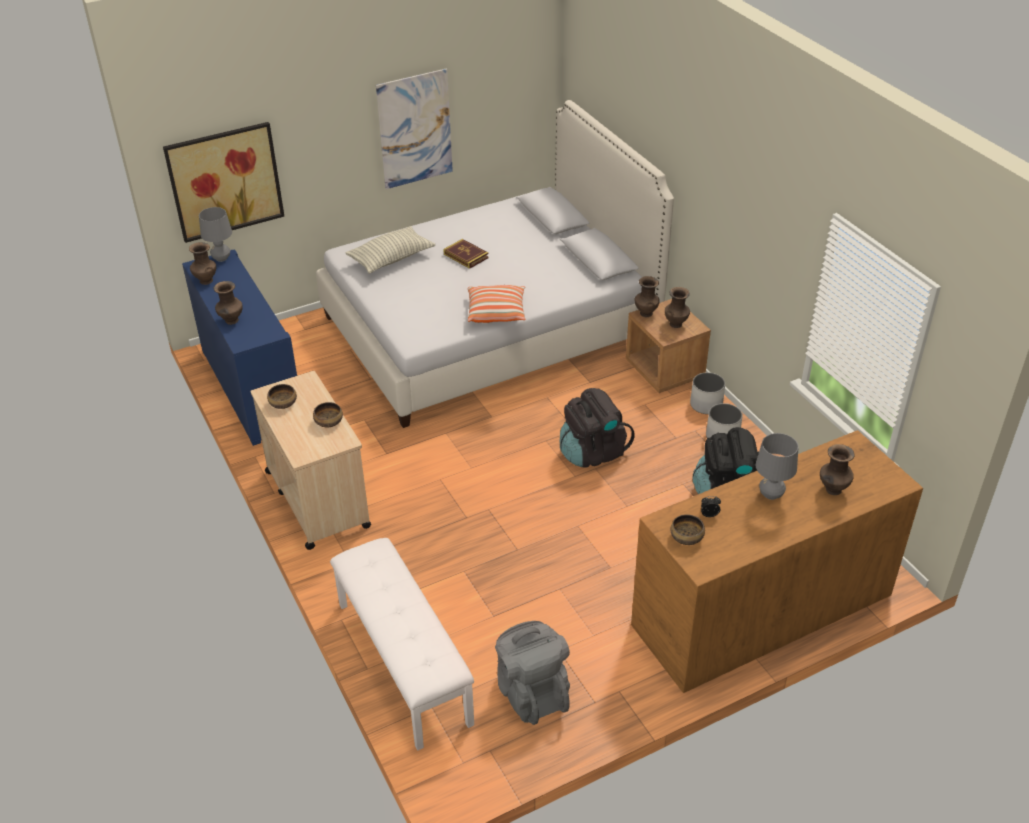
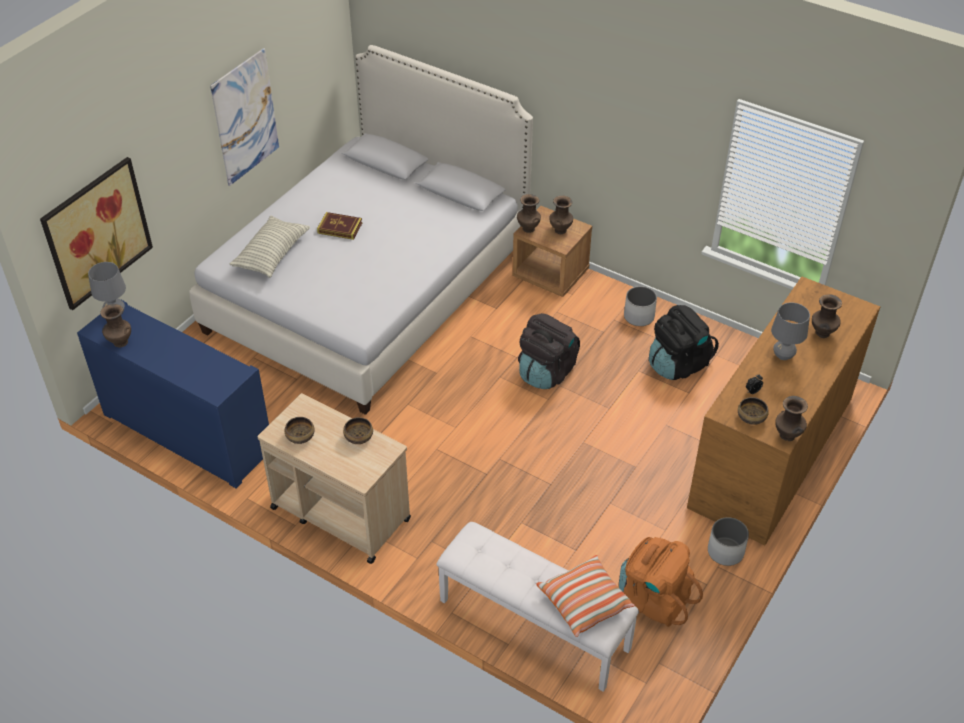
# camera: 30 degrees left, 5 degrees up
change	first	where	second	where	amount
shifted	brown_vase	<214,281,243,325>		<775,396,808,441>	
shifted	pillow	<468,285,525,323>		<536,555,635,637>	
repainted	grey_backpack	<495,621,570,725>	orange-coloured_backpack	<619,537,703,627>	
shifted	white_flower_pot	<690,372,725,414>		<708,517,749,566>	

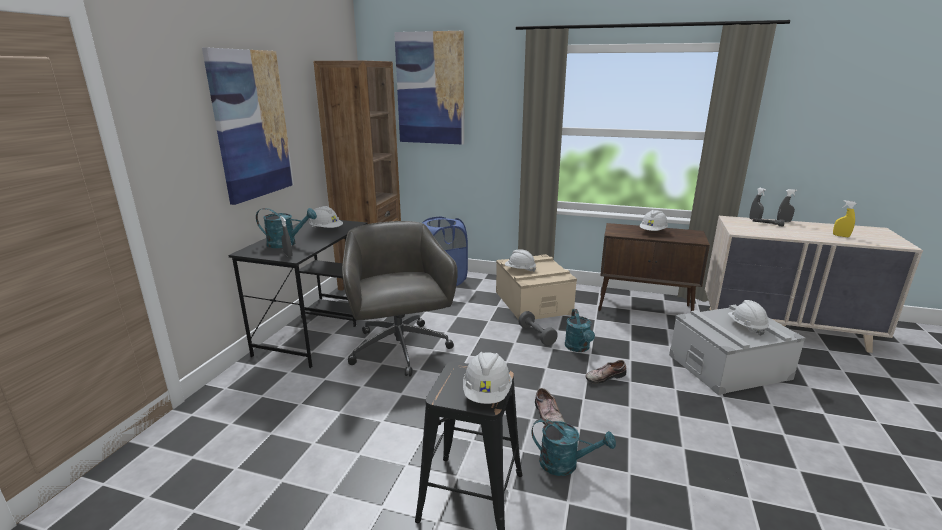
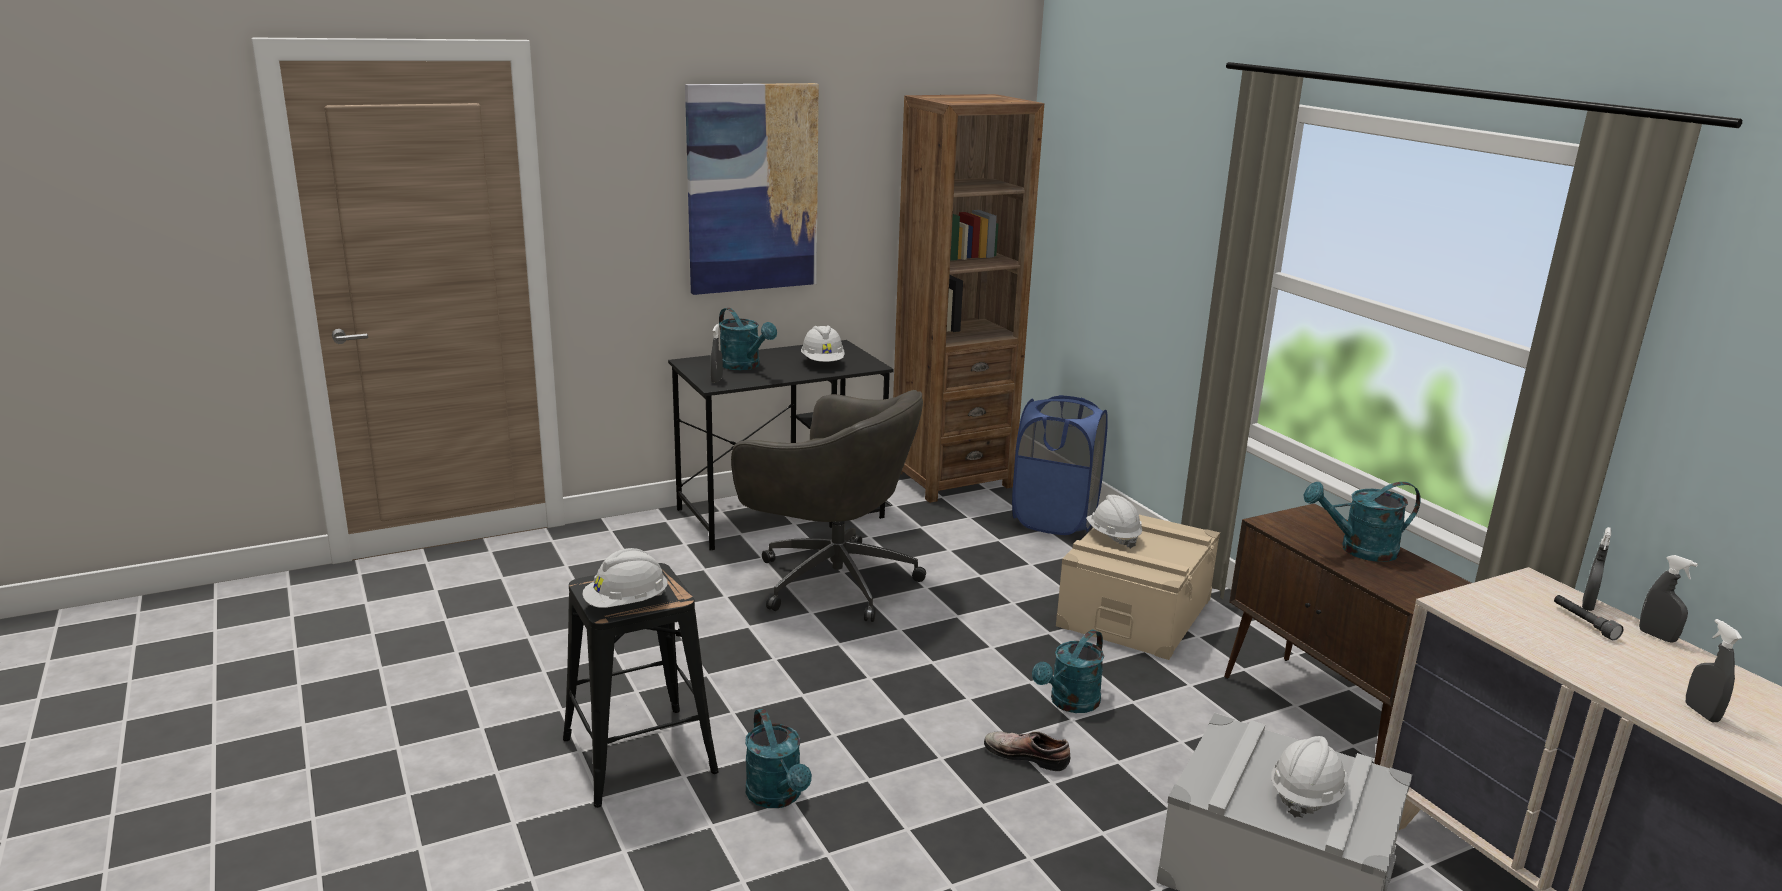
# camera: 45 degrees right, 0 degrees up
change	first	where	second	where	amount
rotated	grey_computer_chair	<342,221,458,376>		<731,390,926,622>	90 degrees clockwise
gone	wall_picture	<394,31,464,144>			
gone	grey_free_weight	<518,311,558,346>			
gone	low_shoe	<535,388,565,425>			
swapped	white_work_helmet	<640,210,668,231>	turquoise_watering_can	<1304,482,1421,562>	
repainted	yellowish_sprayer	<833,200,857,237>	grey_sprayer	<1686,619,1742,722>	

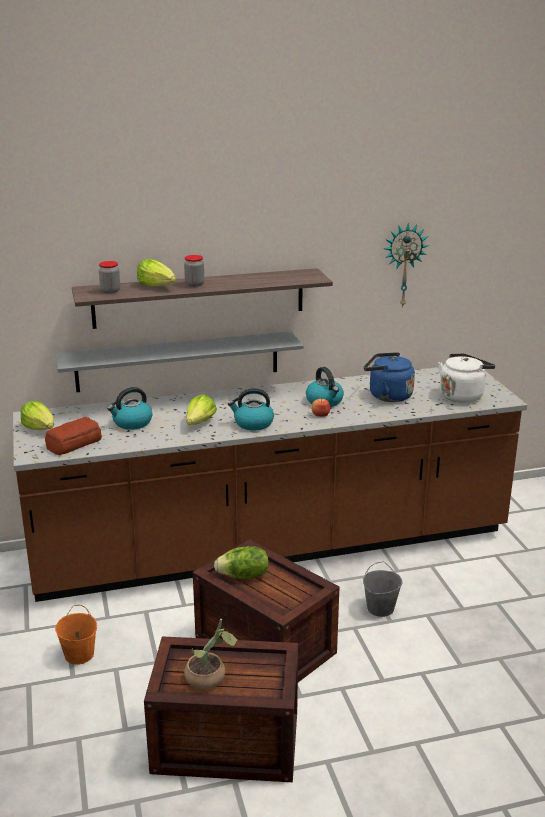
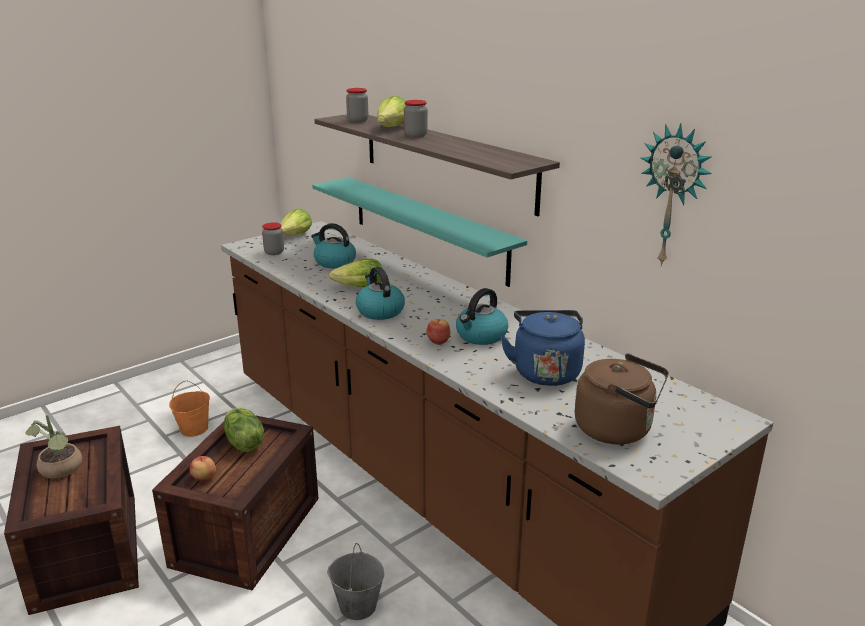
# camera: 65 degrees right, 0 degrees up
change	first	where	second	where	amount
swapped	bakery_bread	<45,417,102,455>	preserve_jar	<262,222,284,255>	
repainted	grey_shelf	<55,331,304,392>	turquoise_shelf	<312,177,527,287>	
repainted	white_water_kettle	<438,353,495,403>	brown_water_kettle	<575,354,669,445>	
new			apple	<190,456,216,481>	

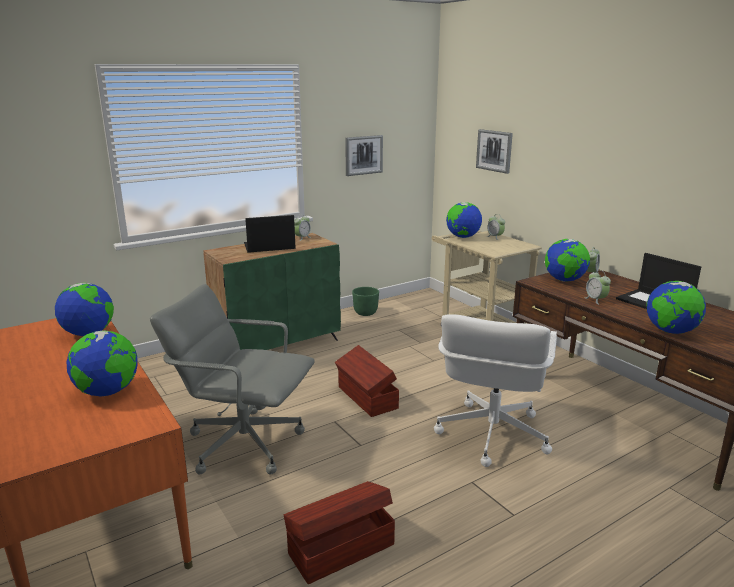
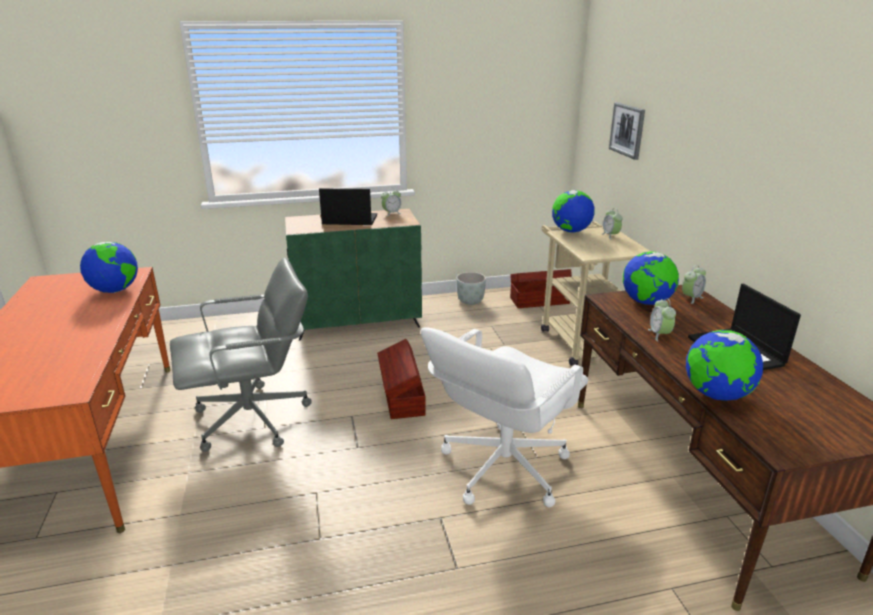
# camera: 20 degrees right, 5 degrees up
change	first	where	second	where	amount
gone	world_globe	<66,330,138,397>			
rotated	grey_computer_chair	<150,284,315,475>		<170,258,312,452>	120 degrees clockwise
shifted	brown_storage_bin	<284,481,395,584>		<510,269,572,308>	
gone	wall_picture	<345,135,383,176>			
repainted	greenish_flower_pot	<352,287,379,316>	grey_flower_pot	<456,272,486,305>	

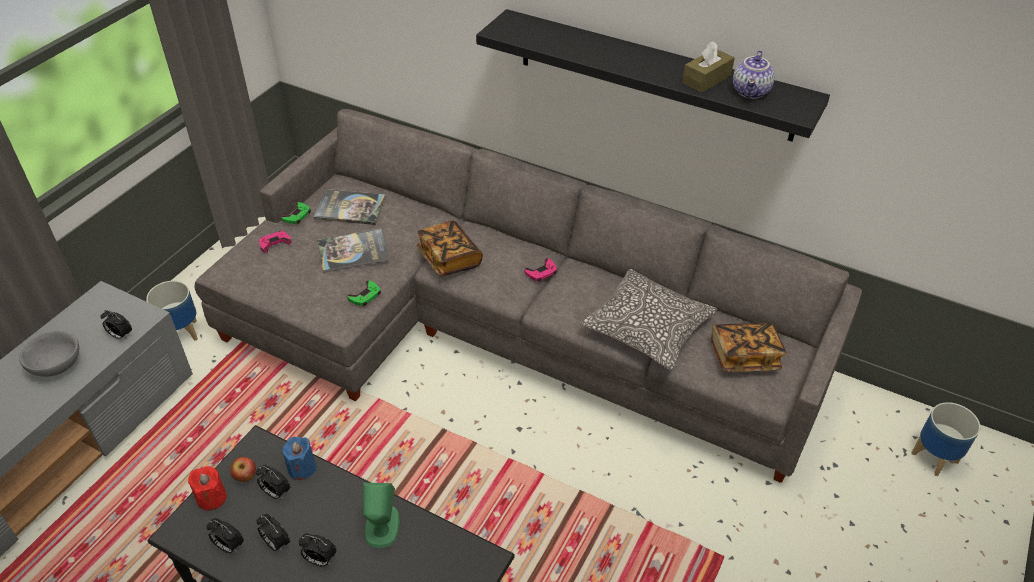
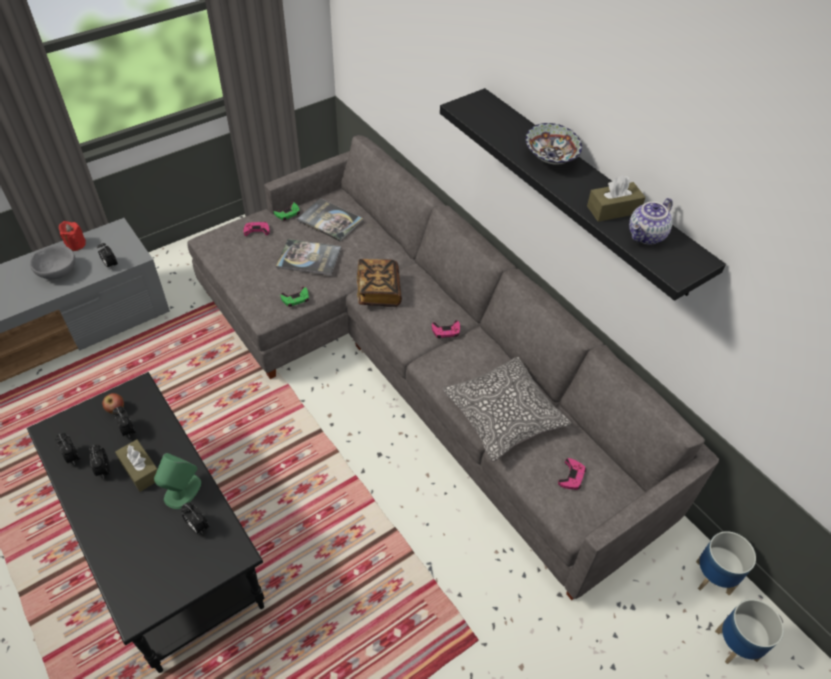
# camera: 25 degrees right, 5 degrees up
change	first	where	second	where	amount
shifted	flower_pot	<146,281,198,341>		<696,531,756,595>	
shifted	reddish_candle	<188,466,227,510>		<59,221,86,251>	
gone	blue-coloured_candle	<282,437,316,480>			
shifted	alarm_clock	<298,533,337,566>		<181,503,210,534>	
swapped	book	<711,322,786,372>	pink_game_controller	<558,458,586,490>	
new			brown_tissue_box	<115,439,157,492>	
new			serving_bowl	<525,123,582,165>	

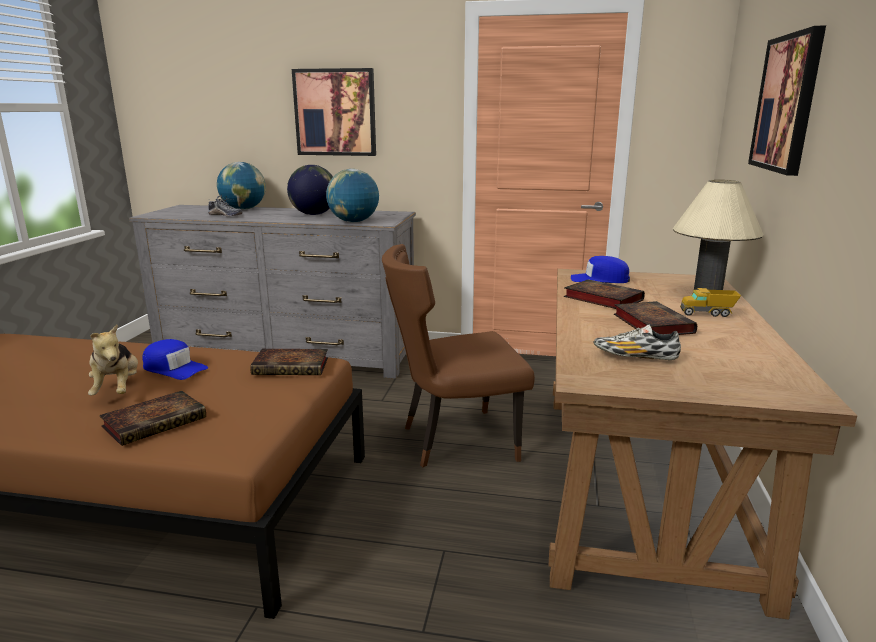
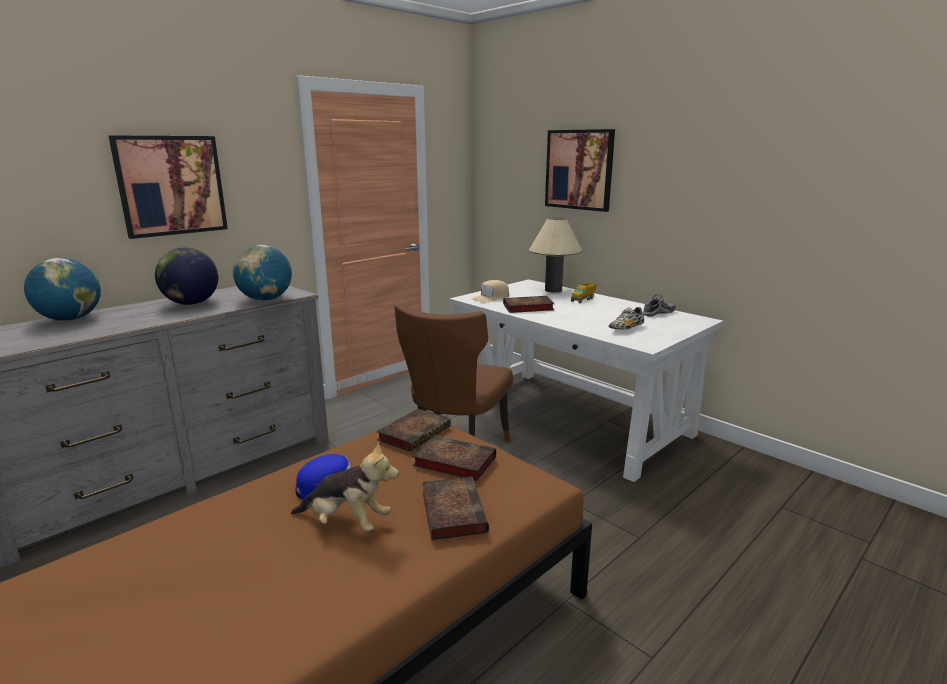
# camera: 55 degrees left, 0 degrees up
change	first	where	second	where	amount
shifted	low_shoe	<208,195,242,216>		<643,294,676,316>	
repainted	brown_desk_unit	<549,269,857,620>	white_desk_unit	<449,279,723,482>	
repainted	blue-coloured_cap	<571,256,630,283>	beige_cap	<471,280,509,303>	
shifted	book	<614,301,697,335>		<412,435,496,481>	

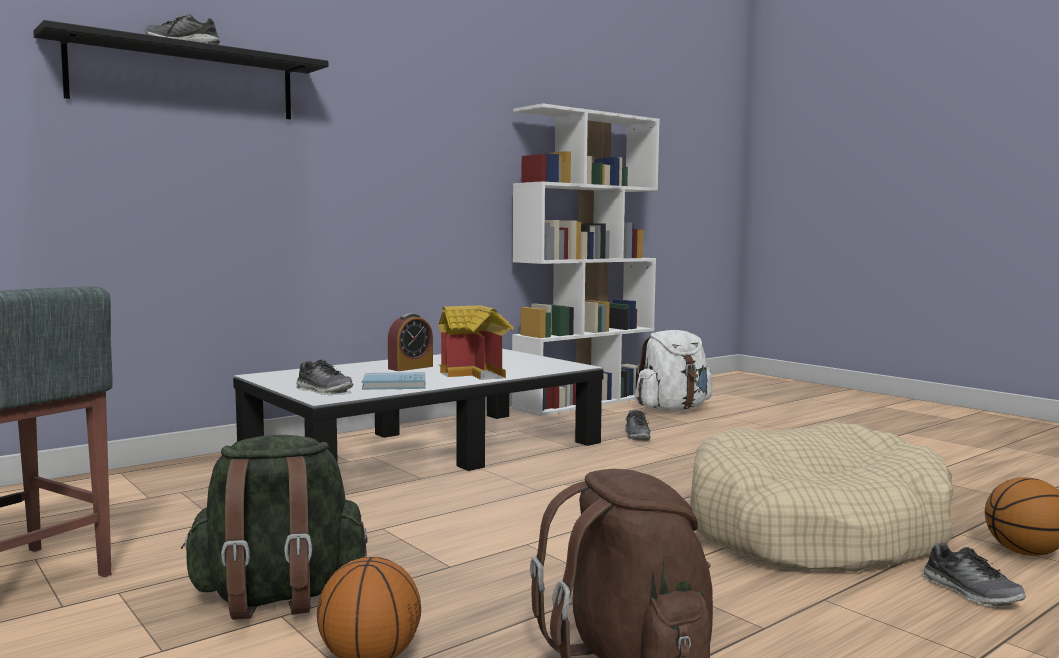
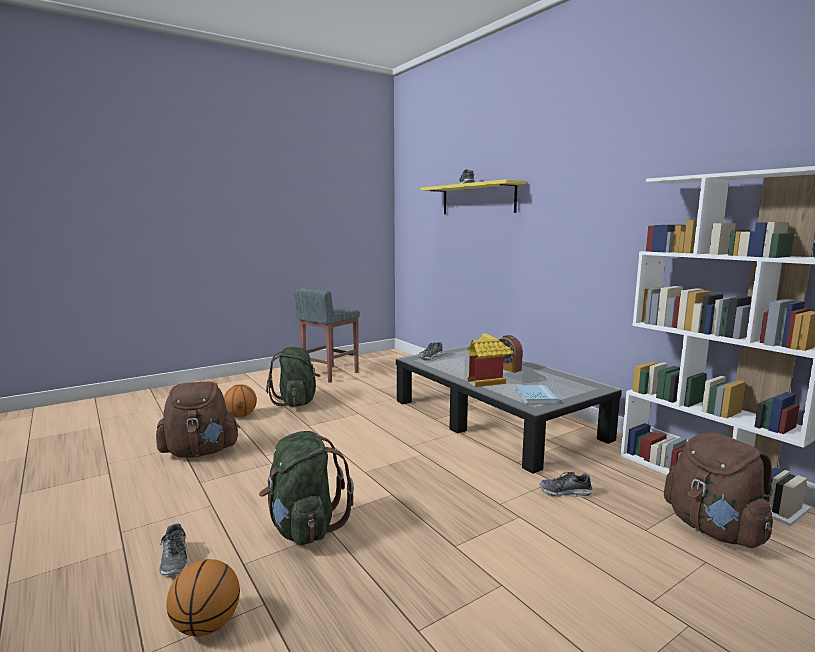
# camera: 95 degrees right, 5 degrees up
change	first	where	second	where	amount
repainted	blackish_shelf	<33,20,328,119>	yellowish_shelf	<421,179,526,214>	
shifted	blue-coloured_book	<362,372,426,390>		<516,385,559,405>	
repainted	white_backpack	<635,330,712,412>	brown_backpack	<664,433,773,548>	
swapped	beige_pet_bed	<690,422,953,572>	greenish_backpack	<259,431,354,545>	
rotated	low_shoe	<922,542,1026,607>		<159,523,187,576>	90 degrees counterclockwise

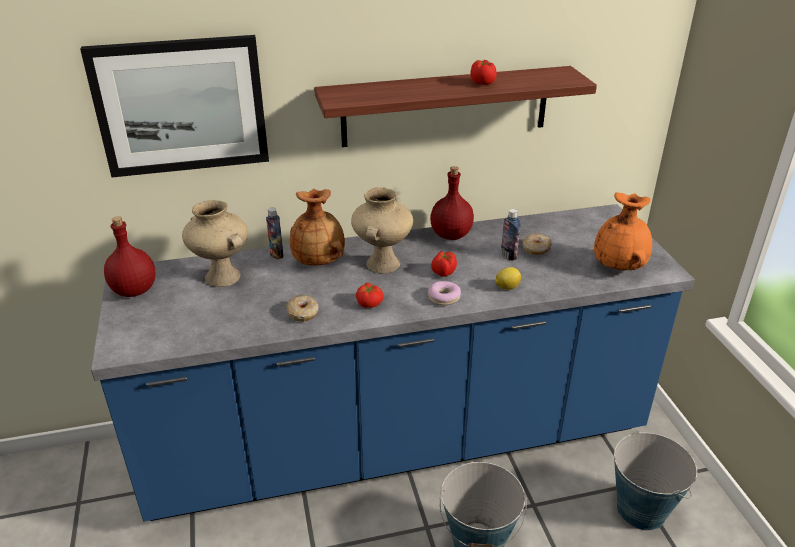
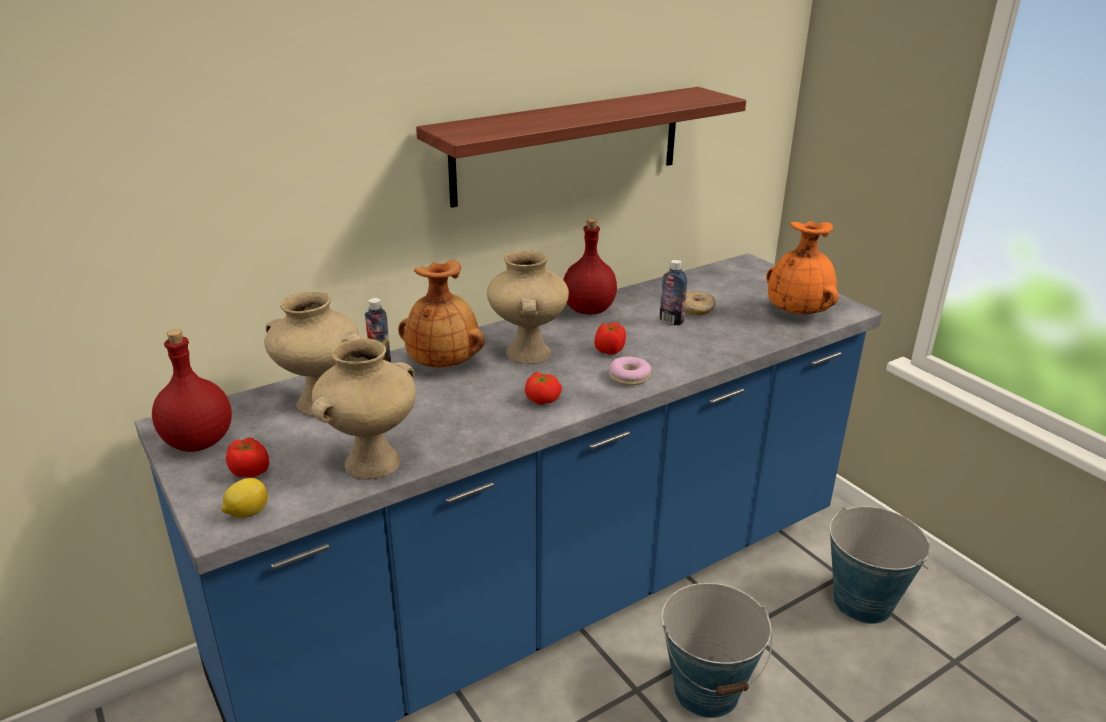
# camera: 20 degrees left, 5 degrees down
change	first	where	second	where	amount
gone	wall_picture	<80,35,269,177>			
gone	doughnut	<287,295,319,322>			
shifted	tomato	<470,60,497,85>		<226,438,269,478>	
shifted	lemon	<495,267,521,290>		<221,478,268,518>	
new			beige_vase	<311,338,416,480>	

